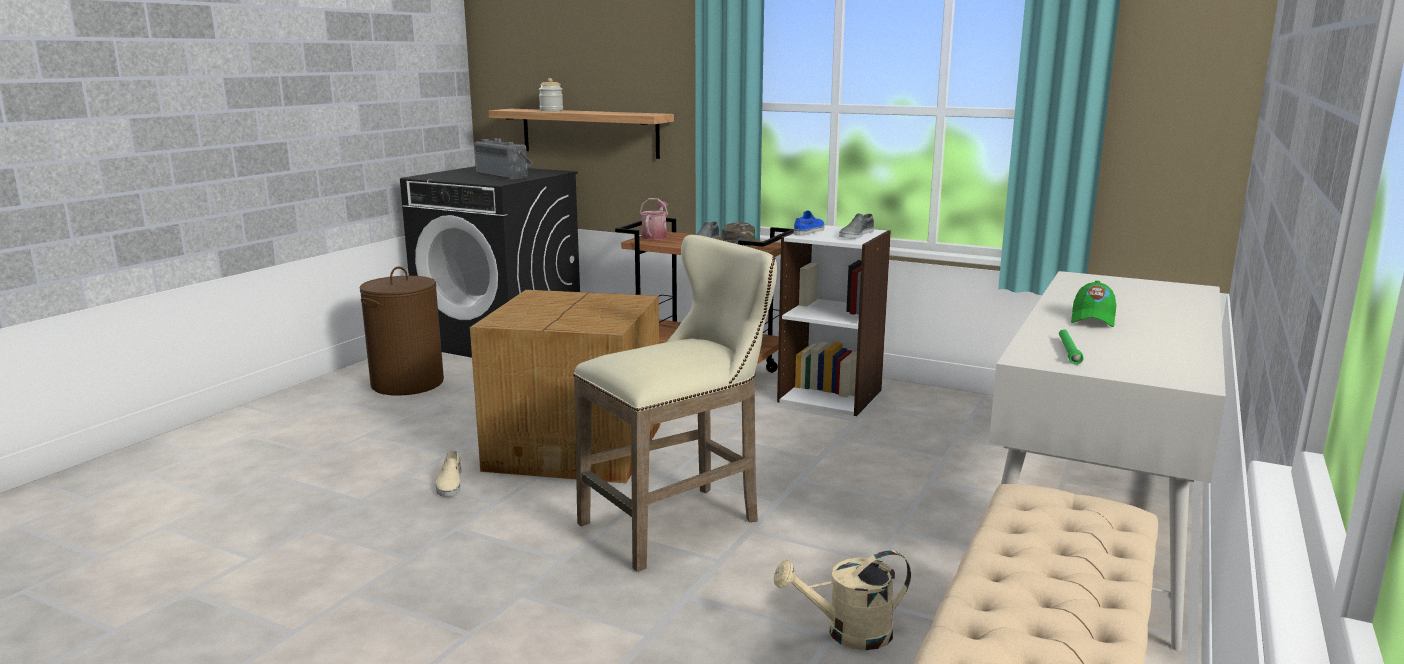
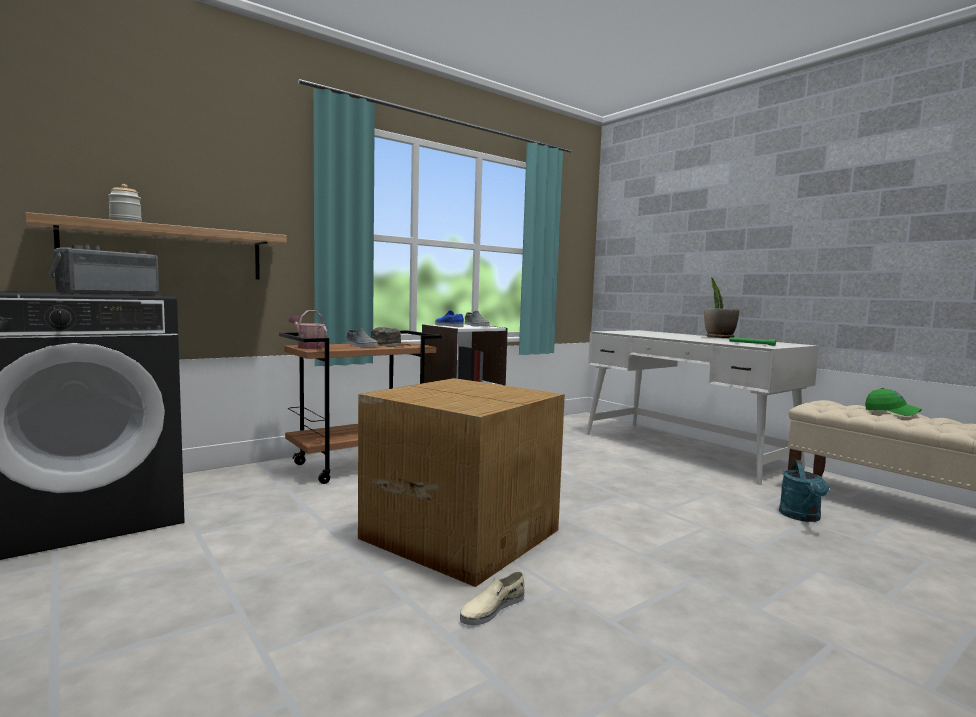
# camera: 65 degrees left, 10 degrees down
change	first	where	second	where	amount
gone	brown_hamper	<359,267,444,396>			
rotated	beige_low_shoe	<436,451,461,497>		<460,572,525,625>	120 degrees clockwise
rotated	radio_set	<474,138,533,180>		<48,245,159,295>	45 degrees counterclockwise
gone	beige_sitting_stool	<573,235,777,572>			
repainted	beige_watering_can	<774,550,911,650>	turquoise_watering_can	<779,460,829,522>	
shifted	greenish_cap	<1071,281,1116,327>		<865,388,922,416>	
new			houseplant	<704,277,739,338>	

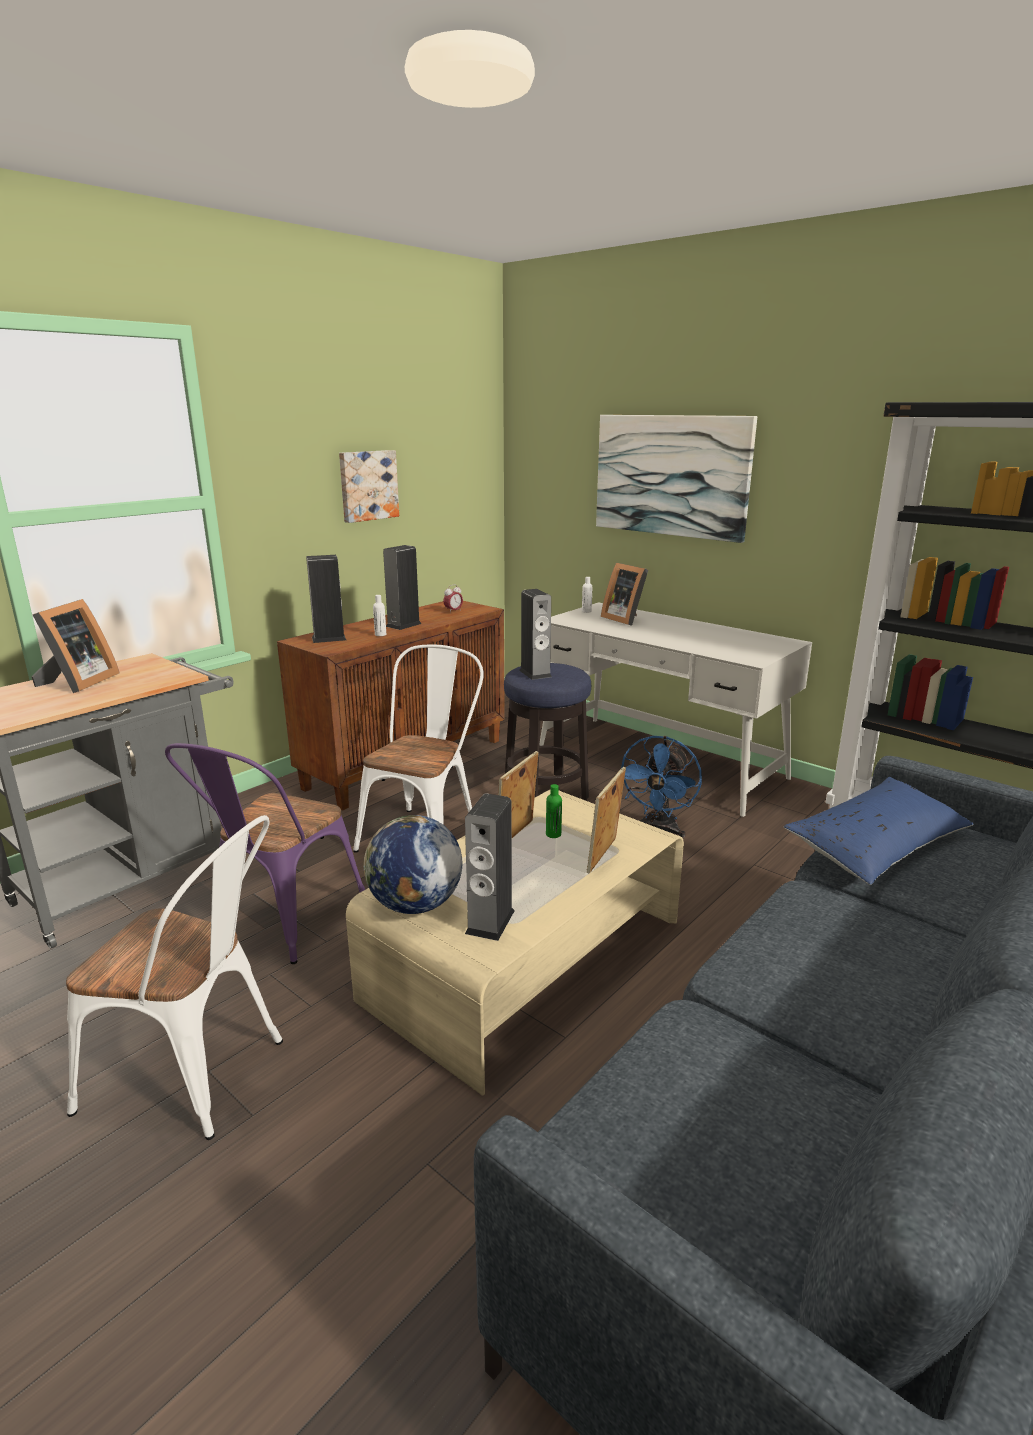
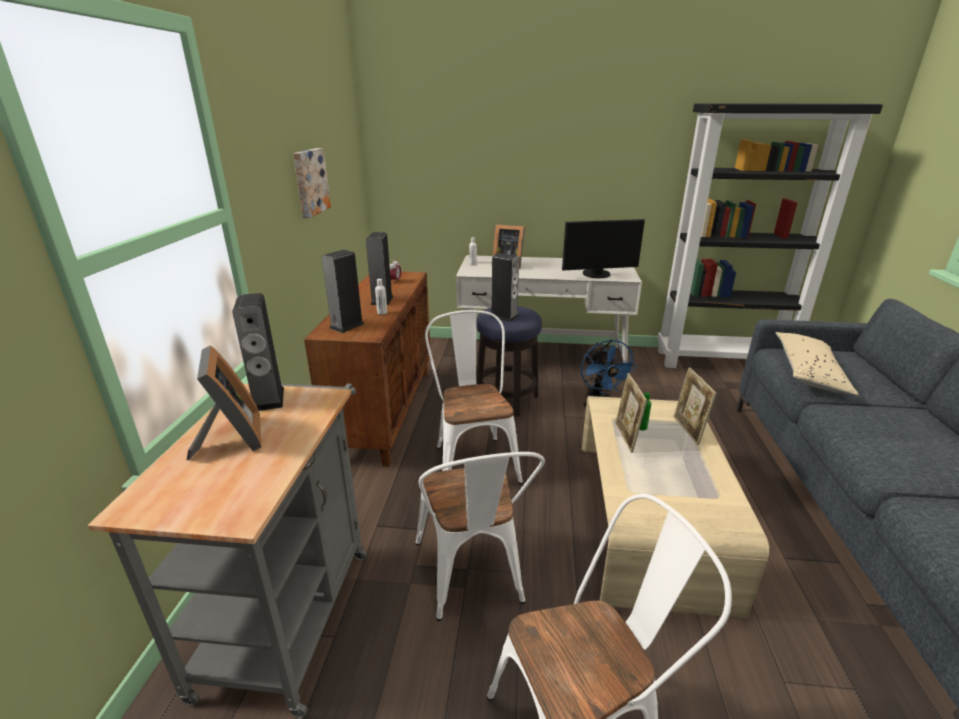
# camera: 35 degrees left, 5 degrees up
change	first	where	second	where	amount
repainted	purple_upright_chair	<165,743,365,964>	white_upright_chair	<416,452,545,621>	
gone	world_globe	<363,815,463,914>			
shifted	audio_speaker	<465,793,515,941>		<232,293,284,411>	
gone	wall_picture	<596,415,757,543>			
repainted	blue-coloured_pillow	<783,777,973,885>	beige_pillow	<776,332,859,396>	
new			monitor	<562,219,645,278>	

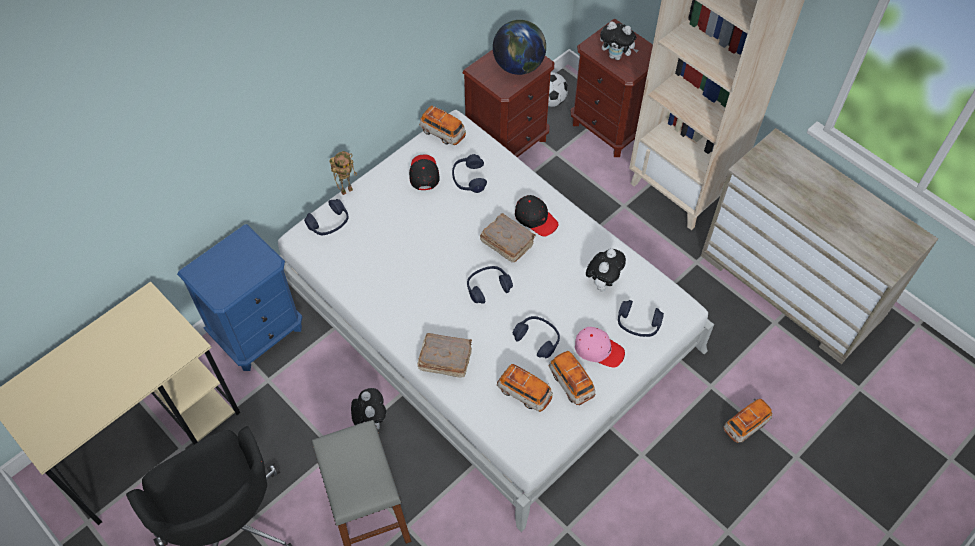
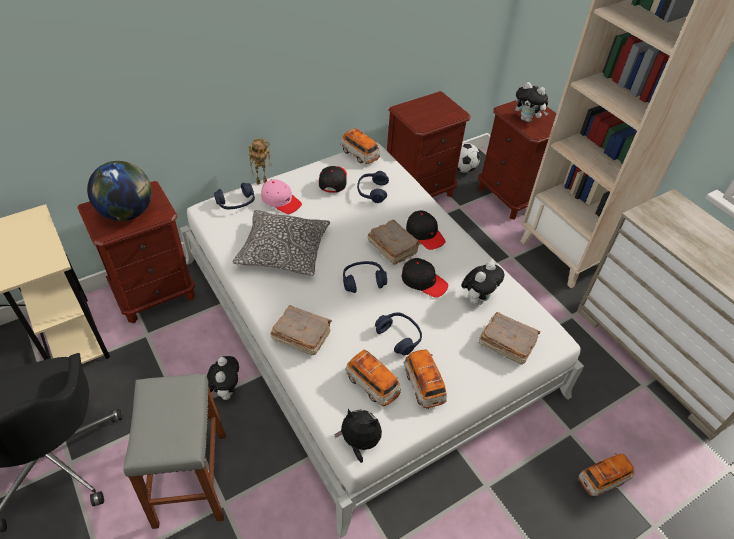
# camera: 10 degrees right, 10 degrees down
change	first	where	second	where	amount
repainted	blue-coloured_nightstand	<177,224,302,371>	brown_nightstand	<77,181,195,324>	
shifted	world_globe	<493,20,546,75>		<87,161,152,221>	
shifted	pink_cap	<575,327,625,368>		<261,179,302,214>	
swapped	blue-coloured_pair_of_headphones	<618,300,664,337>	brown_book	<479,312,540,364>	
new			pillow	<233,210,330,276>	
new			plush_toy	<334,409,382,463>	
new			blackish_cap	<402,258,448,298>	

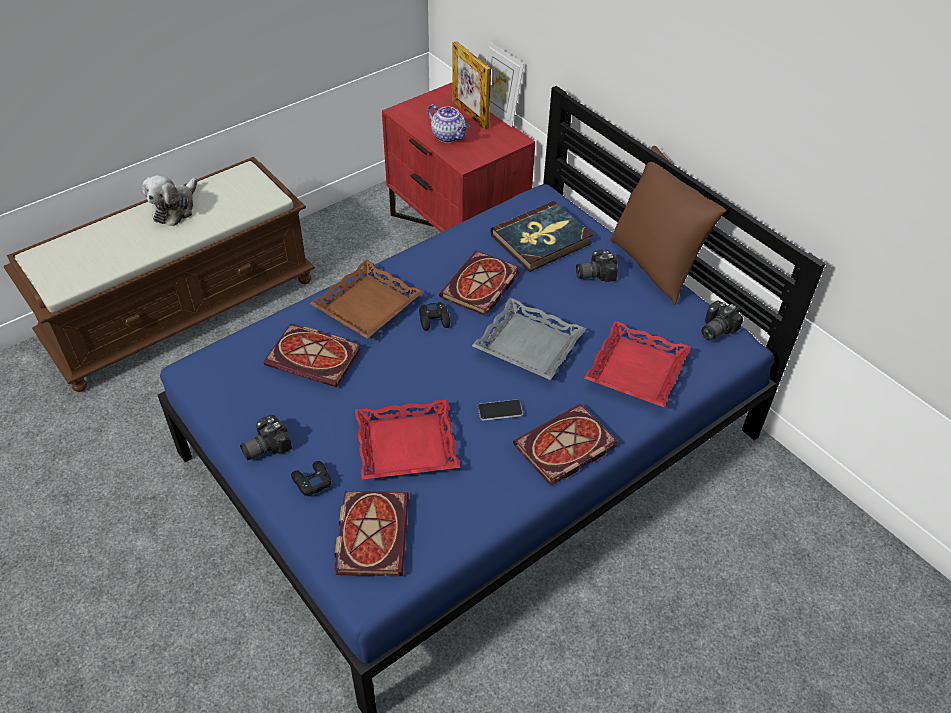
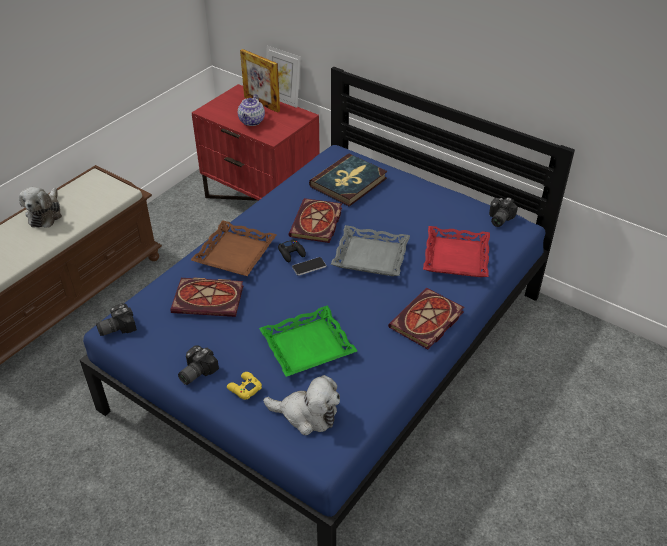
# camera: 15 degrees left, 5 degrees down
change	first	where	second	where	amount
repainted	blackish_game_controller	<291,461,331,497>	yellowish_game_controller	<227,372,262,400>	
swapped	book	<334,491,409,576>	plush_toy	<263,375,340,435>	
repainted	reddish_carrying_tray	<355,399,460,480>	greenish_carrying_tray	<259,305,357,377>	
rotated	pot_for_tea	<428,104,469,143>		<238,94,265,126>	75 degrees clockwise
shifted	handset	<478,399,523,421>		<292,257,326,276>	
shifted	photo_camera	<576,249,618,282>		<96,303,137,336>	
gone	brown_pillow	<610,146,726,305>			

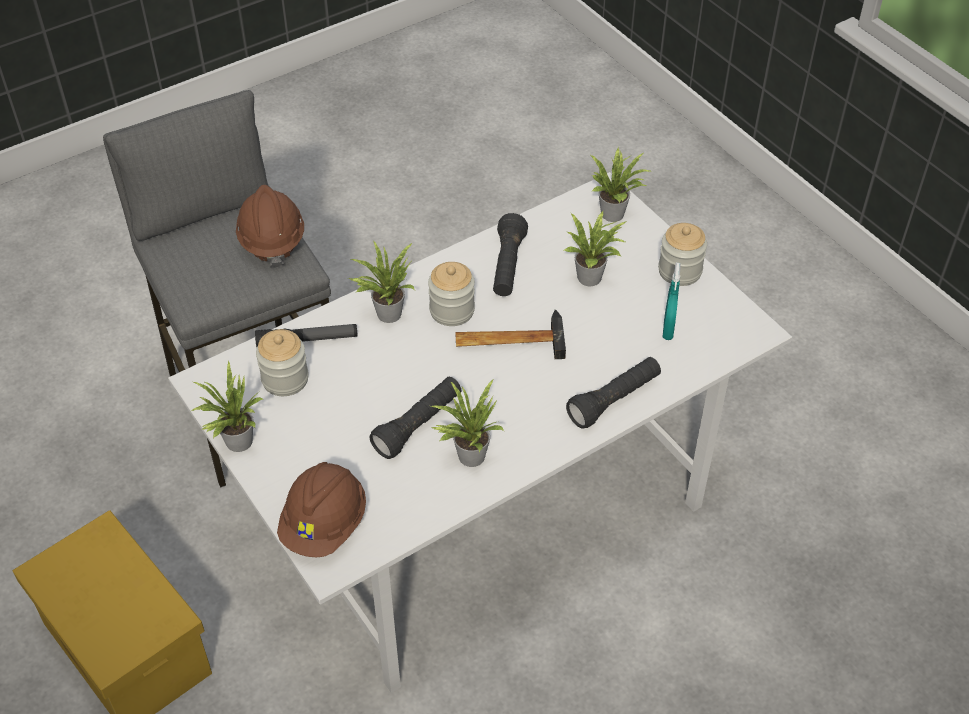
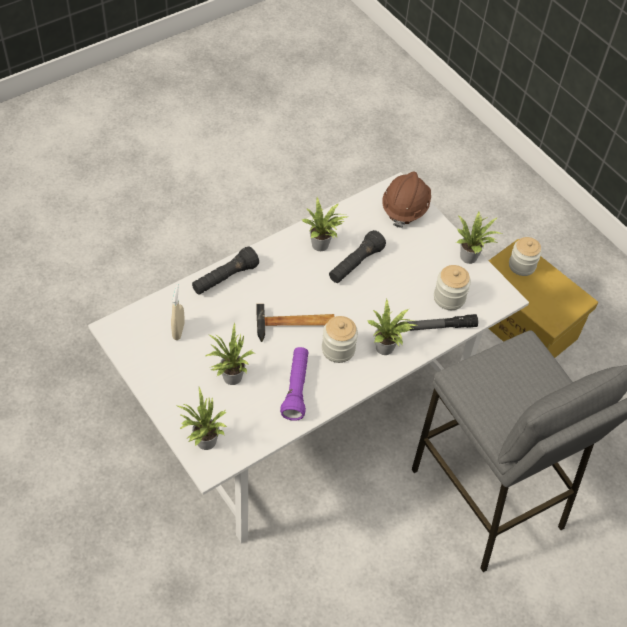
# camera: 175 degrees right, 5 degrees up
change	first	where	second	where	amount
gone	brown_work_helmet	<236,185,304,267>			
repainted	blackish_flashlight	<493,213,528,296>	purple_flashlight	<280,347,309,421>	
shifted	preserve_jar	<658,223,707,286>		<509,237,542,276>	
repainted	turquoise_sprayer	<662,263,681,340>	beige_sprayer	<171,284,185,340>	

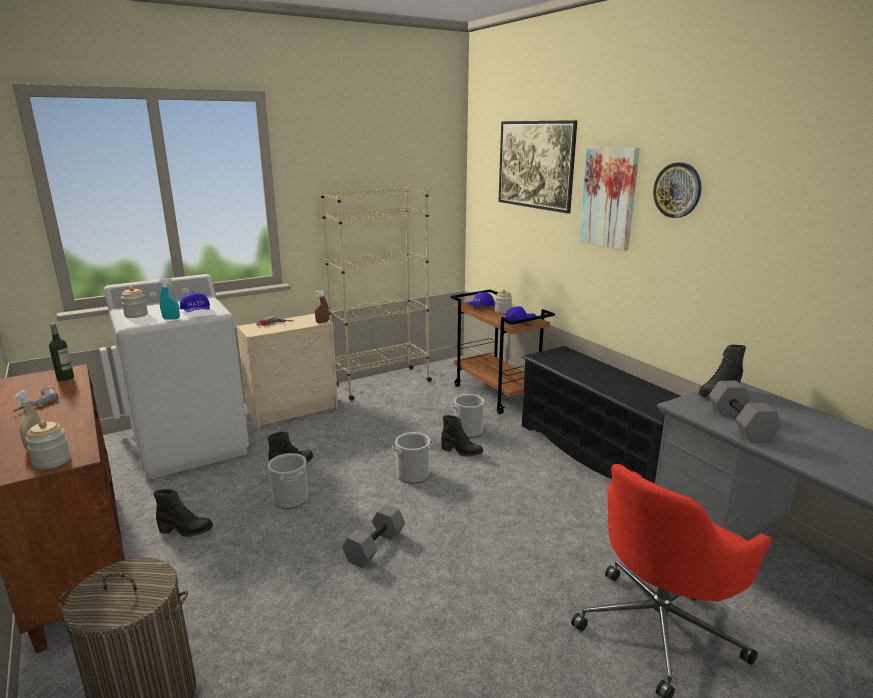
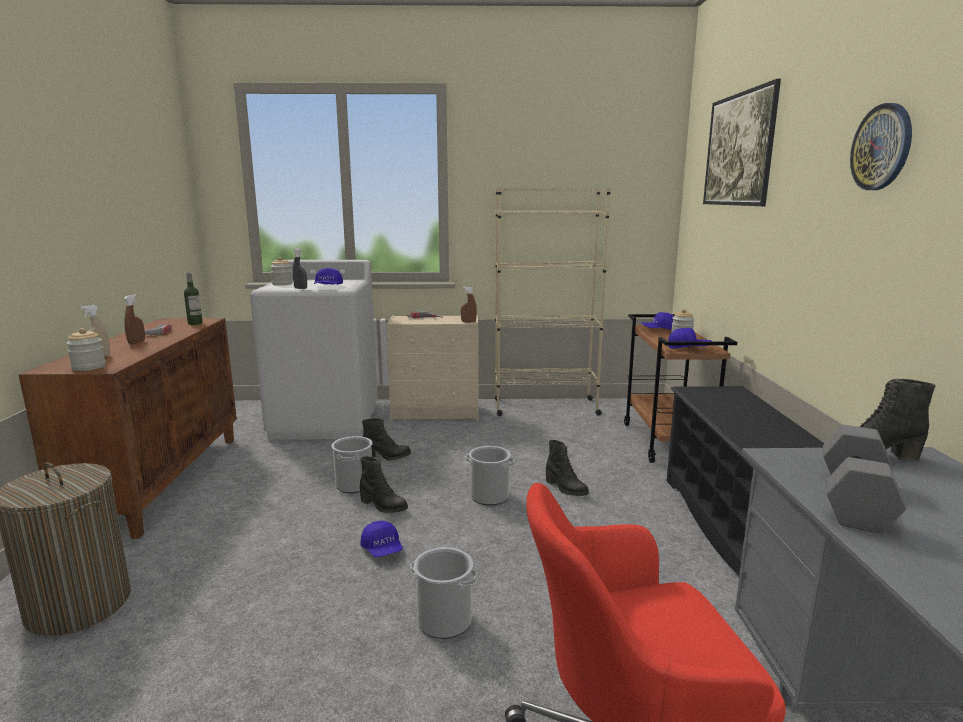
# camera: 30 degrees right, 5 degrees down
change	first	where	second	where	amount
shifted	blackish_boot	<153,489,213,537>		<360,456,408,513>	
repainted	turquoise_sprayer	<159,278,180,320>	grey_sprayer	<293,249,307,289>	
swapped	grey_free_weight	<342,504,405,568>	blue-coloured_cap	<360,521,402,557>	
shifted	pail	<451,394,487,438>		<411,547,477,639>	
gone	wall_picture	<579,146,640,251>			
new			brown_sprayer	<124,294,145,344>	

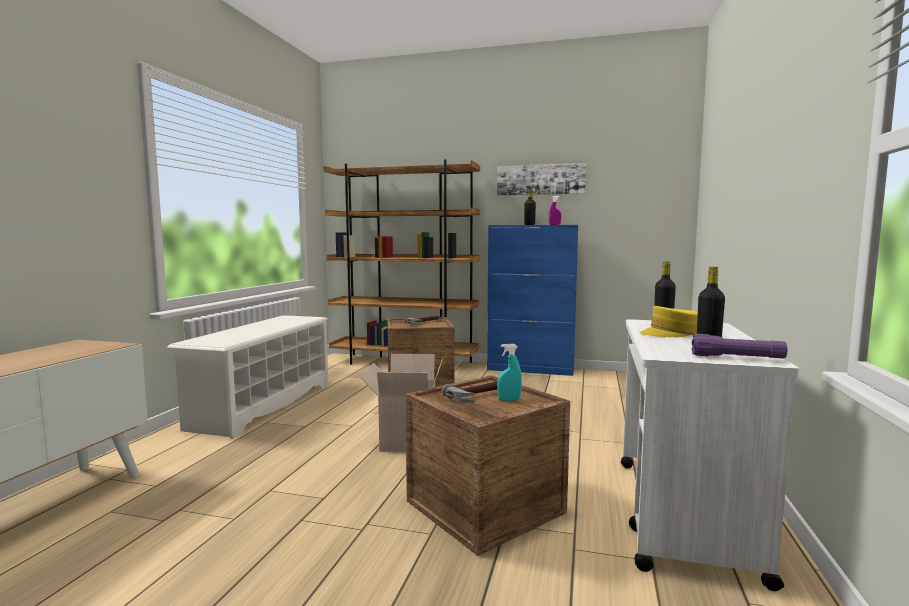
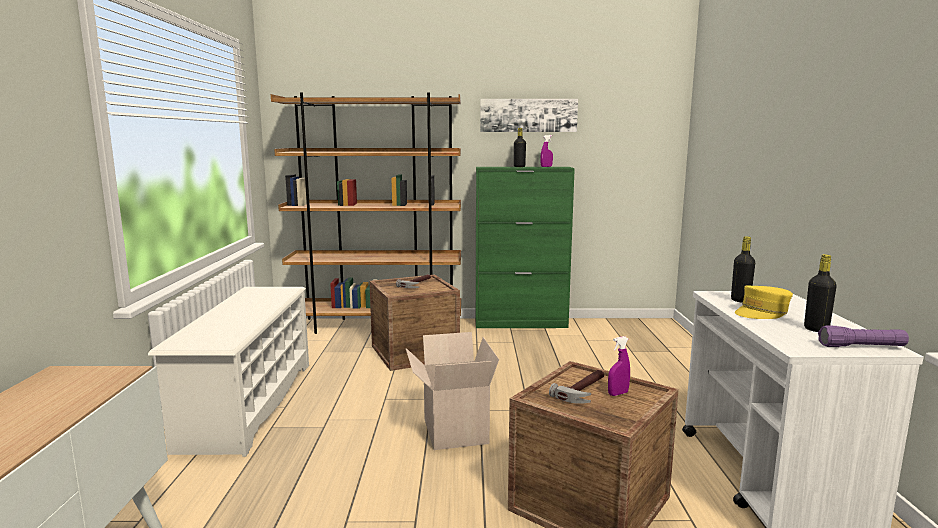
# camera: 15 degrees left, 5 degrees up
change	first	where	second	where	amount
repainted	blue-coloured_cupboard	<487,225,578,376>	greenish_cupboard	<476,167,575,328>	
repainted	turquoise_sprayer	<497,344,522,401>	purple_sprayer	<608,336,630,396>	

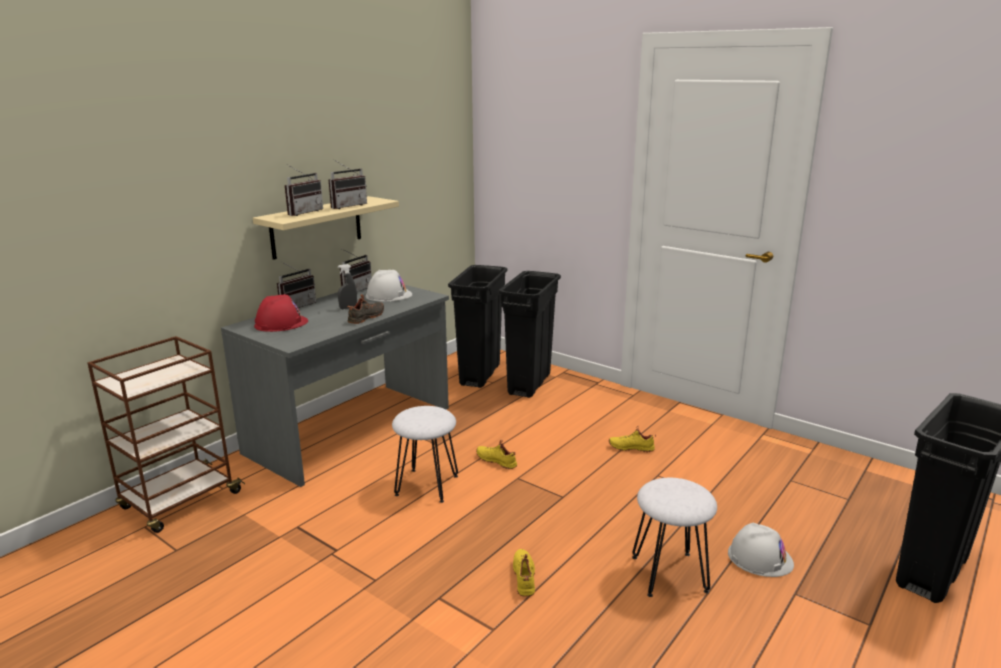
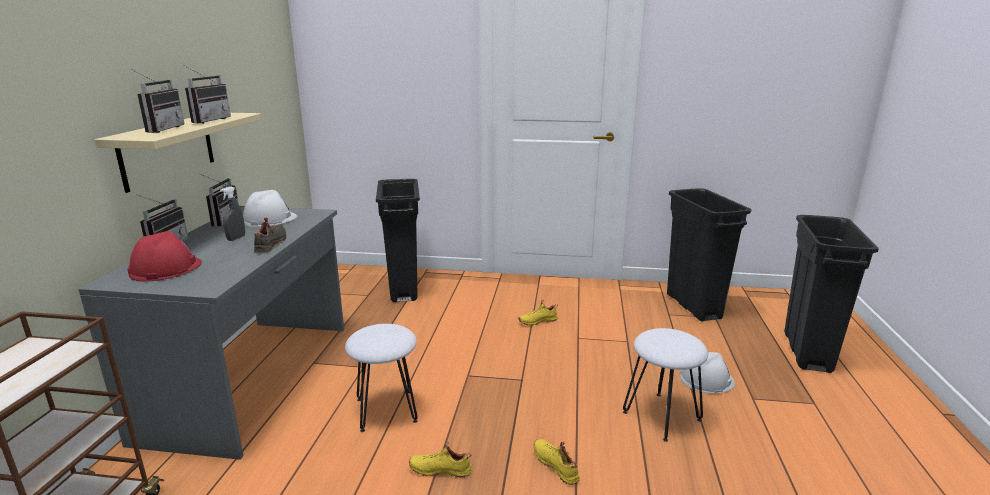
# camera: 30 degrees left, 0 degrees up
change	first	where	second	where	amount
shifted	blackish_trash_can	<448,265,507,388>		<667,188,751,322>	
shifted	yellowish_low_shoe	<476,440,517,469>		<409,441,472,478>	

